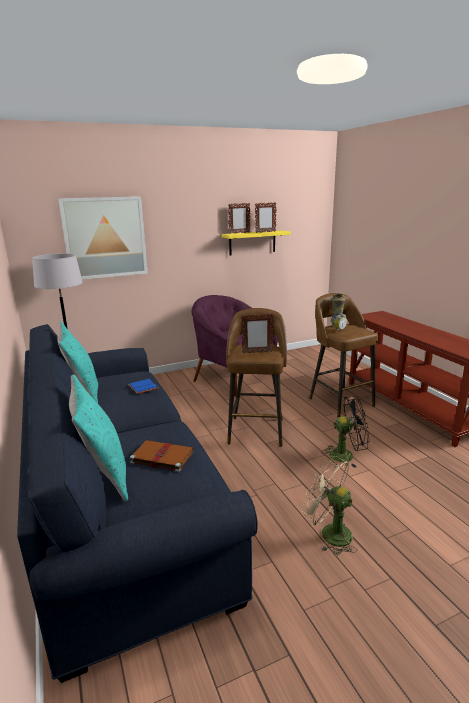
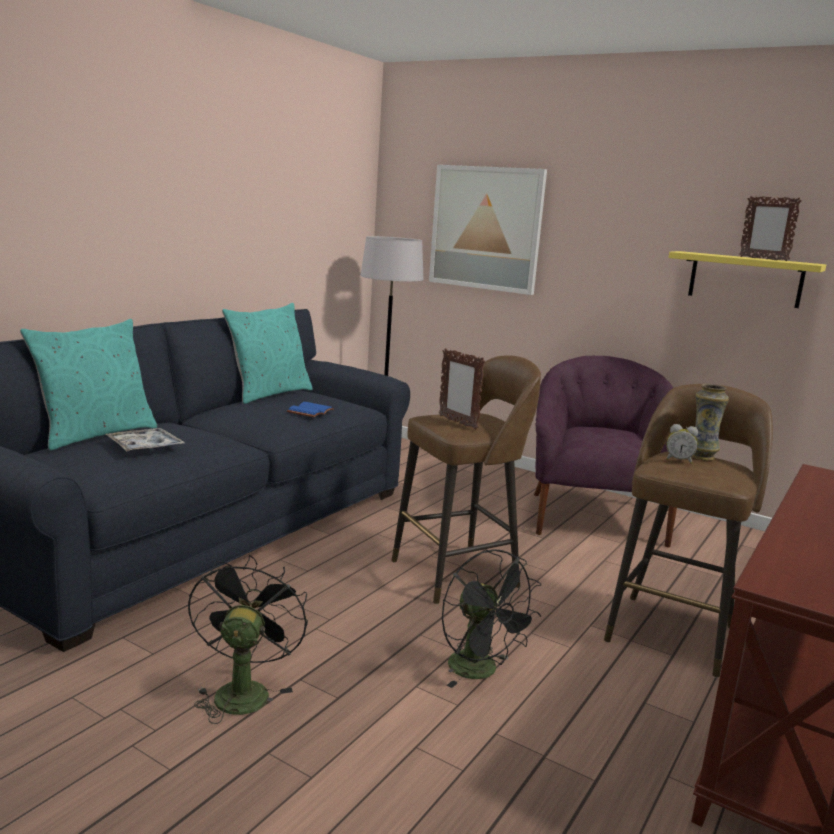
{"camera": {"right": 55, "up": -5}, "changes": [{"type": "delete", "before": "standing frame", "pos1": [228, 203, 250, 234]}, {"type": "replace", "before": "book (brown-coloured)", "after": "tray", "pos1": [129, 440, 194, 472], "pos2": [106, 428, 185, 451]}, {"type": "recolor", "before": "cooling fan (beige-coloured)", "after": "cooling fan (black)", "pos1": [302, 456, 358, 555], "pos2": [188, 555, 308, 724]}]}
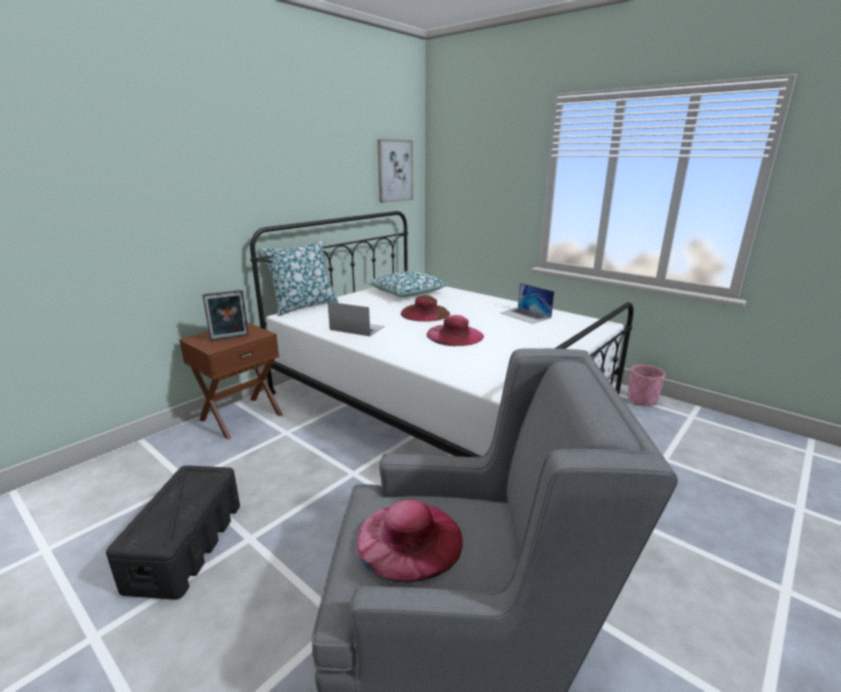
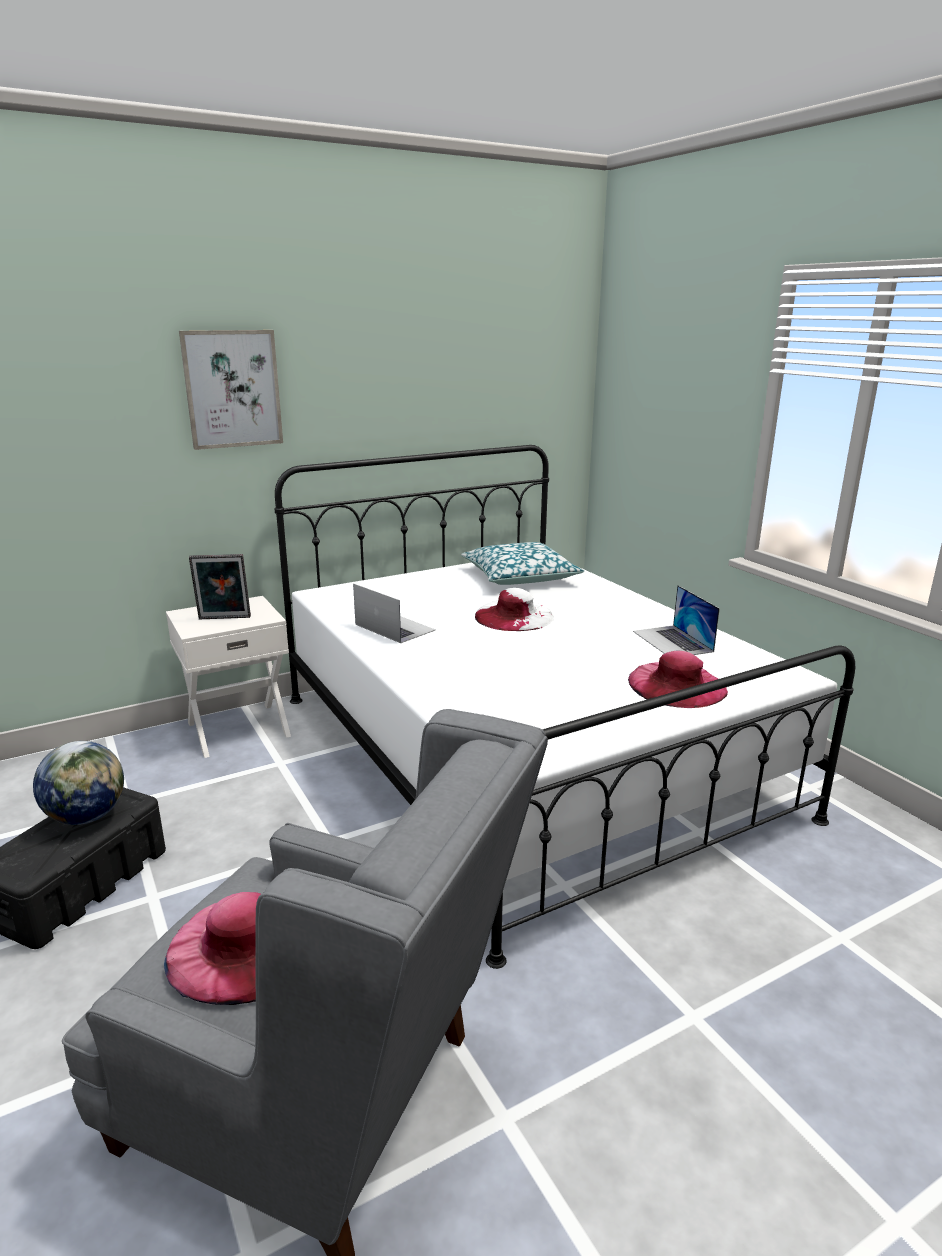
{"camera": {"right": 20, "up": 0}, "changes": [{"type": "delete", "before": "cushion", "pos1": [260, 240, 339, 316]}, {"type": "delete", "before": "flower pot (pink)", "pos1": [628, 365, 665, 406]}, {"type": "insert", "after": "world globe", "pos2": [33, 741, 124, 825]}, {"type": "move", "before": "picture", "pos1": [377, 139, 413, 203], "pos2": [179, 330, 283, 450]}, {"type": "move", "before": "clothing hat (pink)", "pos1": [427, 315, 484, 346], "pos2": [628, 651, 728, 708]}, {"type": "recolor", "before": "night table (brown-coloured)", "after": "night table (white)", "pos1": [179, 322, 283, 440], "pos2": [166, 596, 291, 758]}, {"type": "recolor", "before": "clothing hat (brown-coloured)", "after": "clothing hat (white)", "pos1": [401, 295, 450, 322], "pos2": [475, 588, 554, 631]}]}
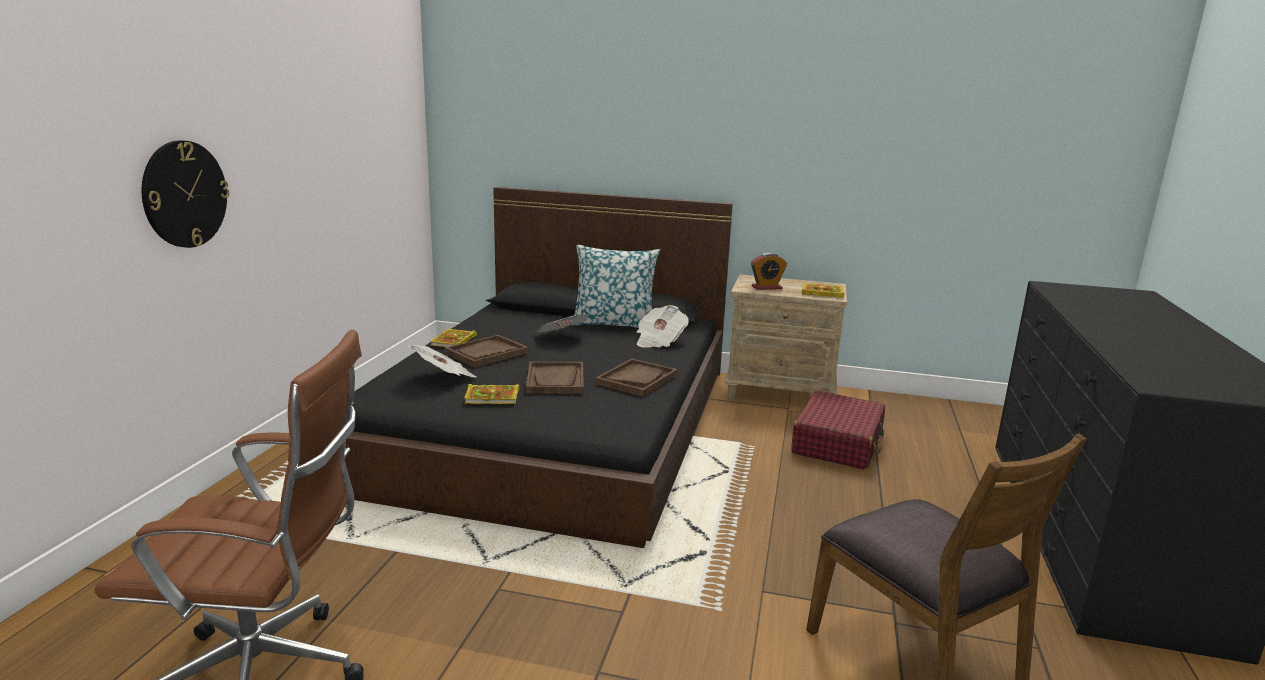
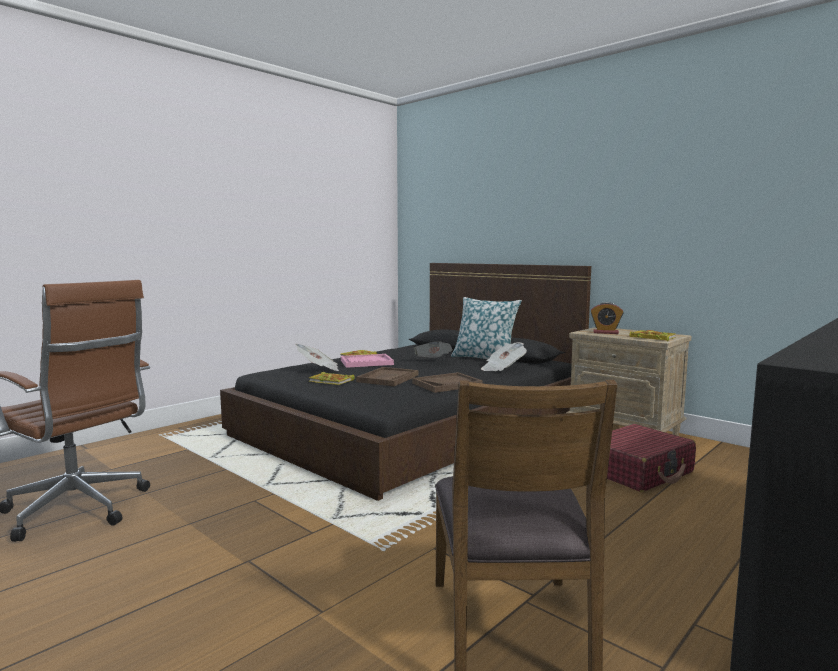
{"camera": {"right": 30, "up": -10}, "changes": [{"type": "delete", "before": "wall clock", "pos1": [142, 140, 229, 248]}, {"type": "recolor", "before": "tray (brown-coloured)", "after": "tray (pink)", "pos1": [445, 335, 528, 368], "pos2": [341, 354, 394, 368]}]}
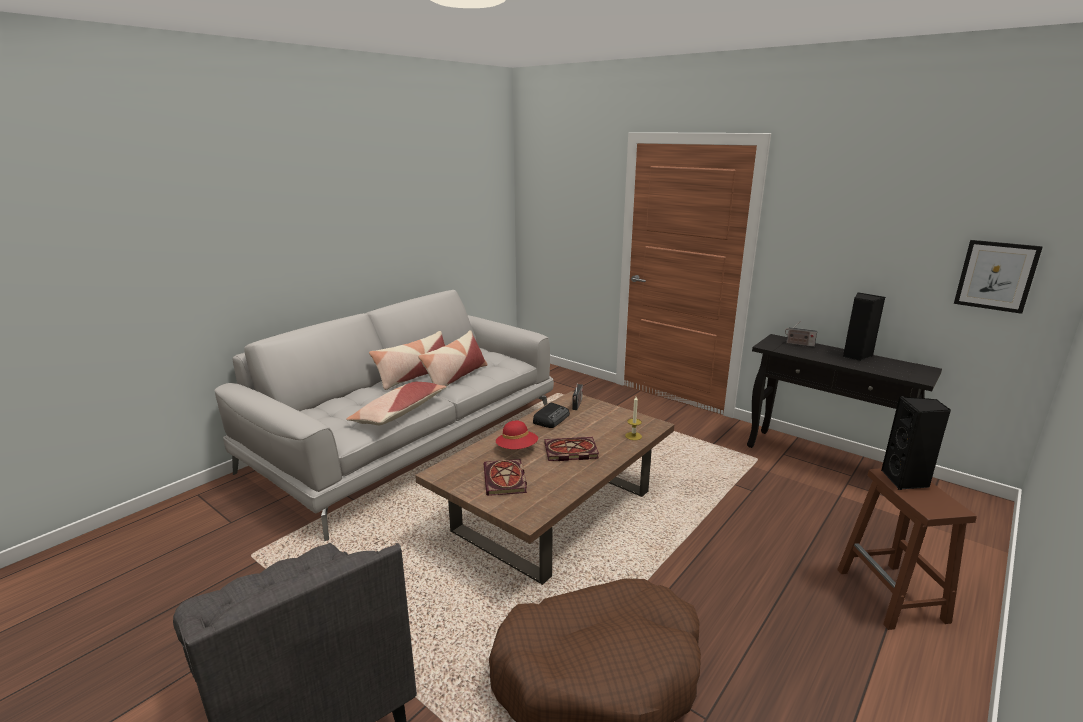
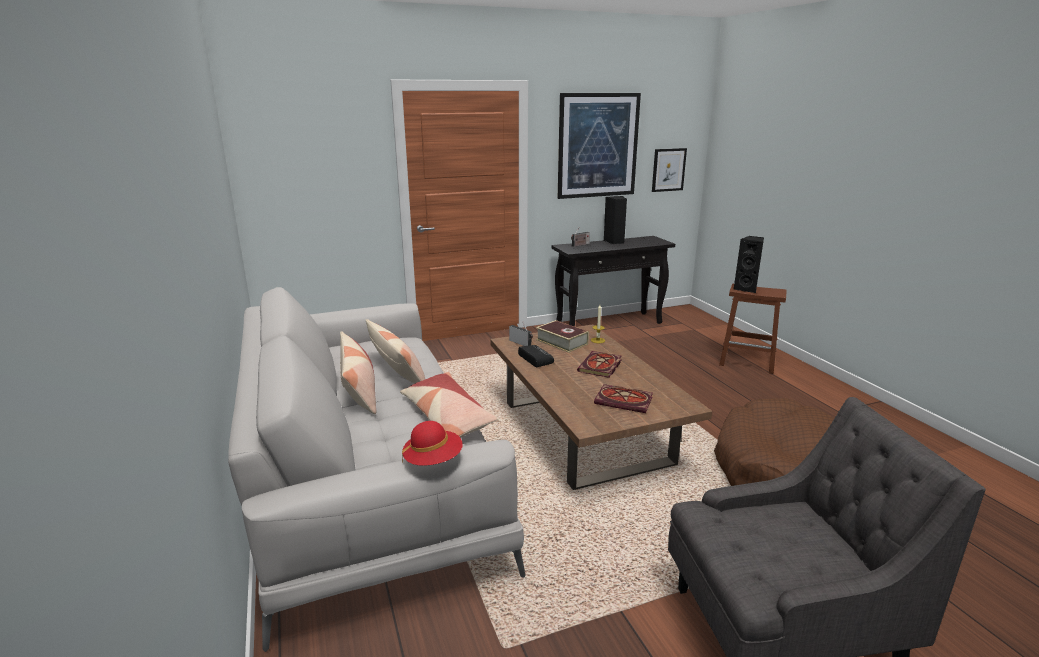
{"camera": {"right": -60, "up": 0}, "changes": [{"type": "insert", "after": "book", "pos2": [536, 320, 589, 353]}, {"type": "insert", "after": "picture", "pos2": [558, 93, 641, 199]}, {"type": "move", "before": "clothing hat (red)", "pos1": [496, 421, 538, 449], "pos2": [402, 421, 463, 466]}]}
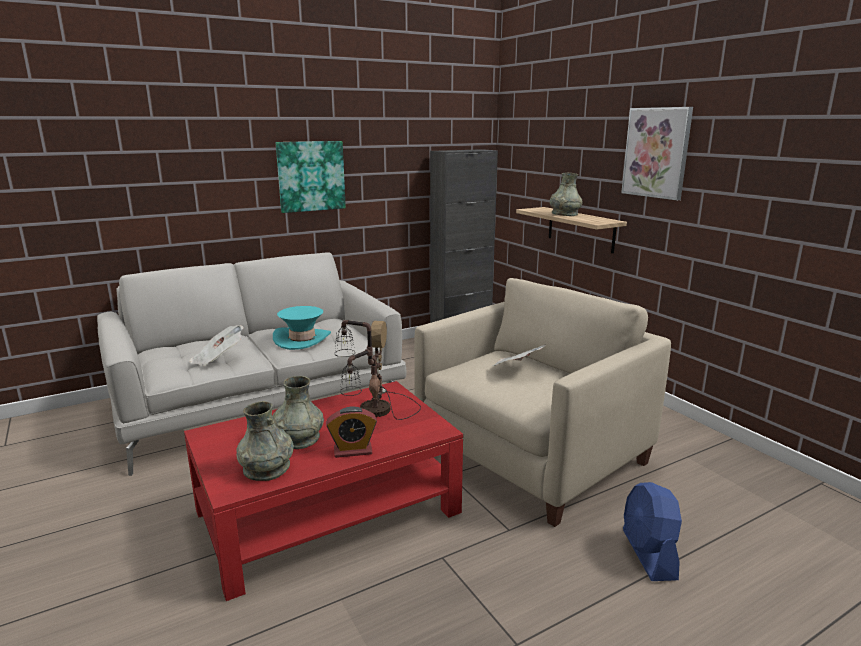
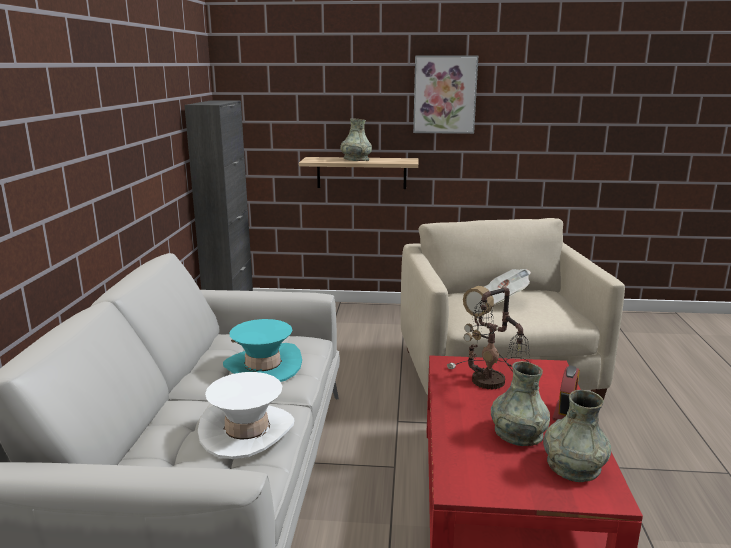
{"camera": {"right": -55, "up": 0}, "changes": [{"type": "delete", "before": "picture", "pos1": [276, 141, 346, 213]}, {"type": "delete", "before": "cooling fan (blue-coloured)", "pos1": [623, 482, 682, 581]}, {"type": "replace", "before": "newspaper", "after": "clothing hat (white)", "pos1": [189, 325, 244, 366], "pos2": [198, 372, 295, 459]}]}
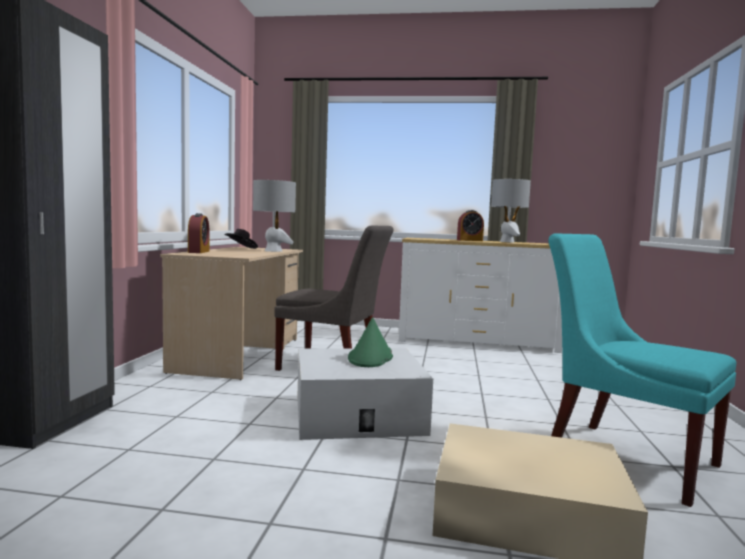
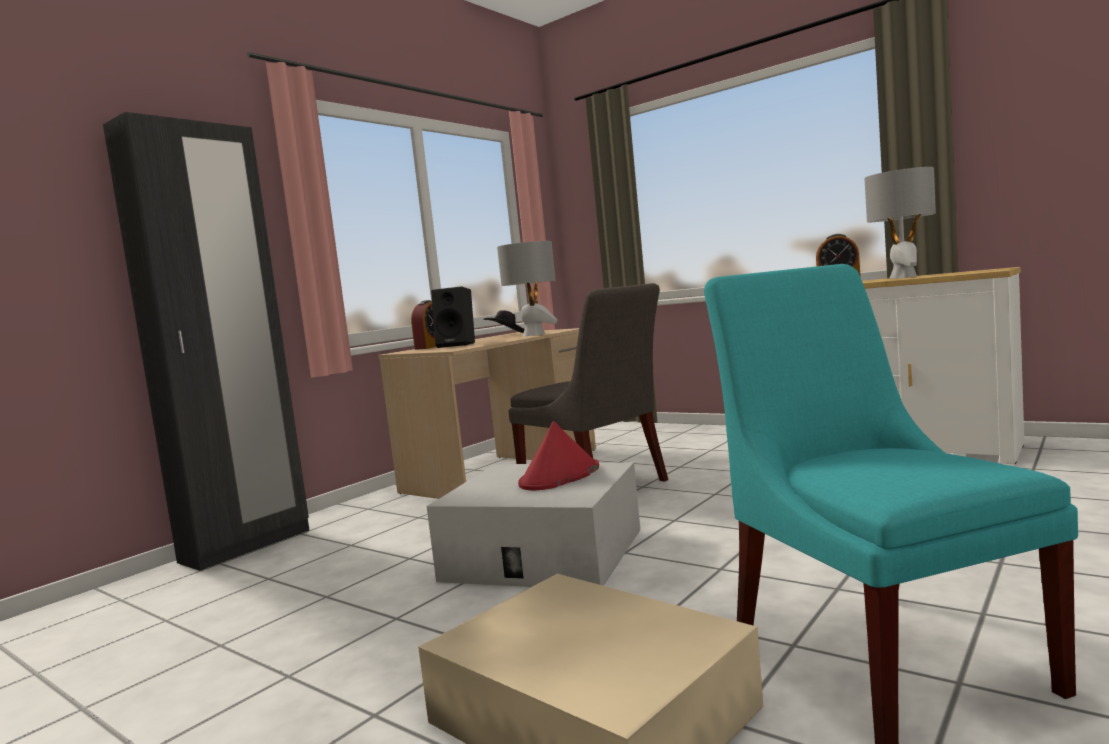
{"camera": {"right": 30, "up": 0}, "changes": [{"type": "insert", "after": "speaker (black)", "pos2": [431, 286, 475, 348]}, {"type": "recolor", "before": "clothing hat (green-coloured)", "after": "clothing hat (red)", "pos1": [348, 318, 393, 367], "pos2": [518, 421, 599, 490]}]}
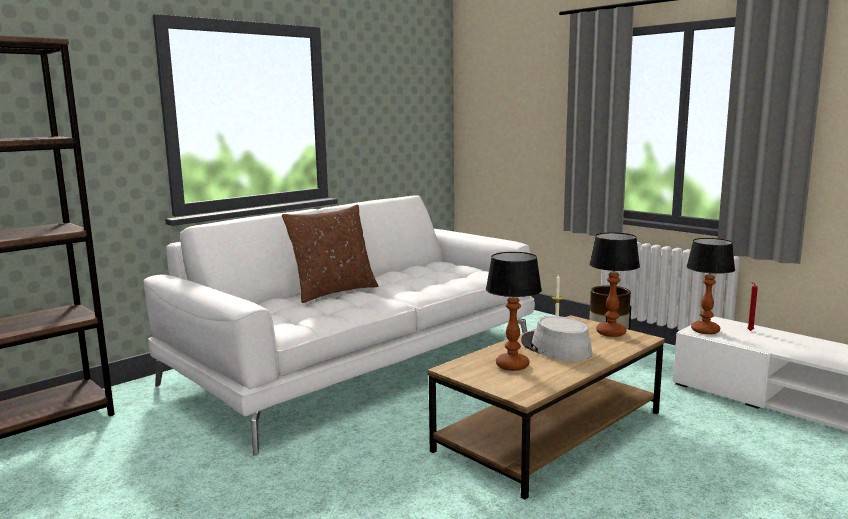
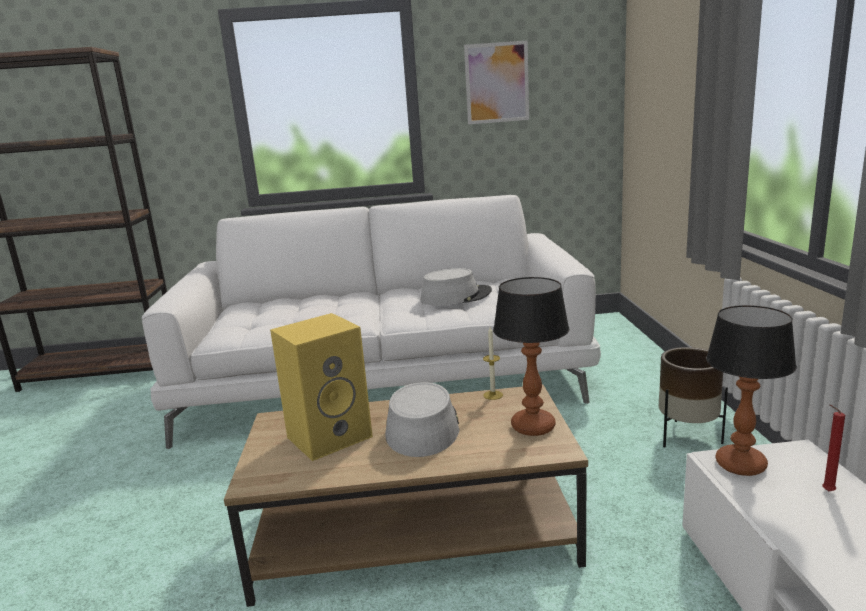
{"camera": {"right": 40, "up": 5}, "changes": [{"type": "delete", "before": "cushion (brown-coloured)", "pos1": [282, 205, 378, 303]}, {"type": "insert", "after": "clothing hat (grey)", "pos2": [421, 268, 492, 306]}, {"type": "insert", "after": "picture", "pos2": [464, 40, 529, 124]}, {"type": "replace", "before": "lamp for a table", "after": "speaker (yellowish)", "pos1": [486, 252, 542, 371], "pos2": [270, 313, 373, 461]}]}
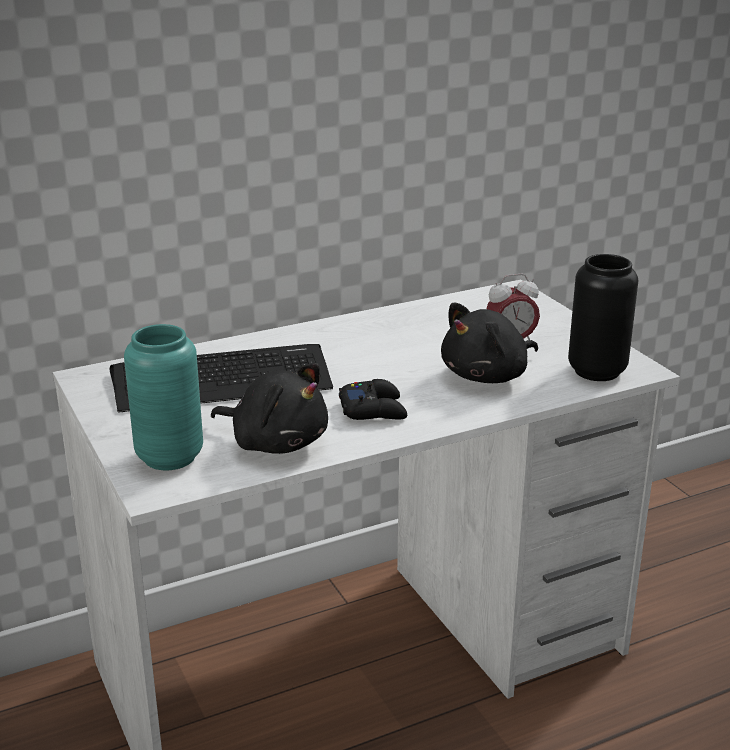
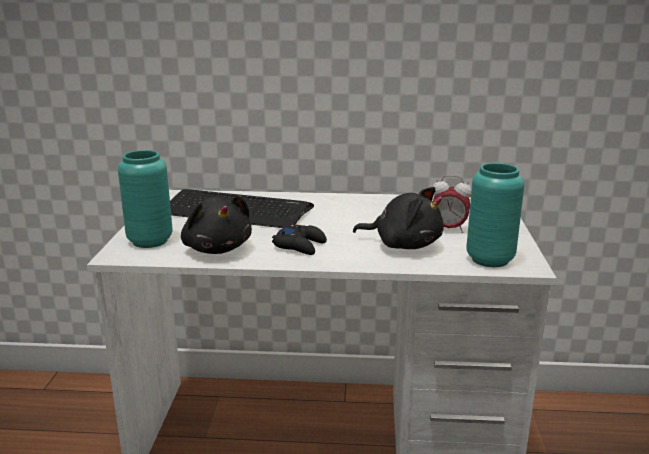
{"camera": {"right": 30, "up": -5}, "changes": [{"type": "recolor", "before": "flower vase (black)", "after": "flower vase (blue-green)", "pos1": [568, 254, 638, 381], "pos2": [466, 163, 525, 267]}, {"type": "rotate", "before": "soft toy (black)", "pos1": [441, 302, 538, 383], "pos2": [353, 187, 444, 249], "turn": -150}]}
